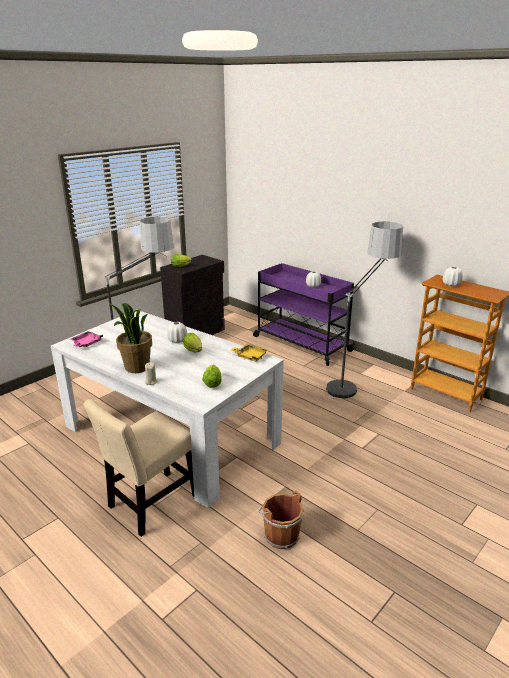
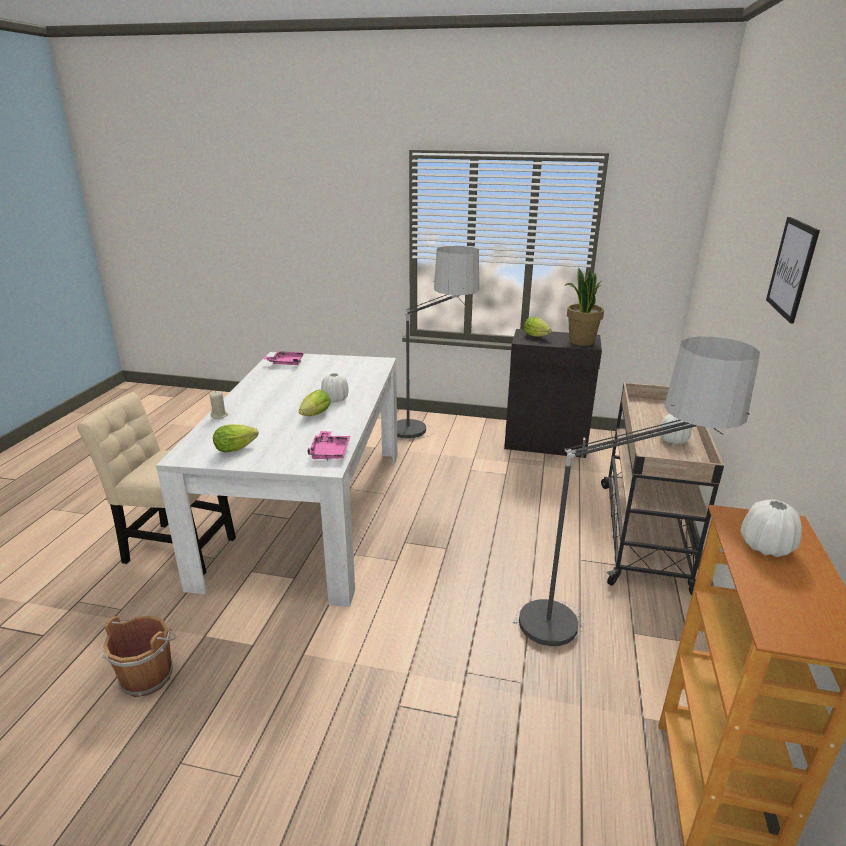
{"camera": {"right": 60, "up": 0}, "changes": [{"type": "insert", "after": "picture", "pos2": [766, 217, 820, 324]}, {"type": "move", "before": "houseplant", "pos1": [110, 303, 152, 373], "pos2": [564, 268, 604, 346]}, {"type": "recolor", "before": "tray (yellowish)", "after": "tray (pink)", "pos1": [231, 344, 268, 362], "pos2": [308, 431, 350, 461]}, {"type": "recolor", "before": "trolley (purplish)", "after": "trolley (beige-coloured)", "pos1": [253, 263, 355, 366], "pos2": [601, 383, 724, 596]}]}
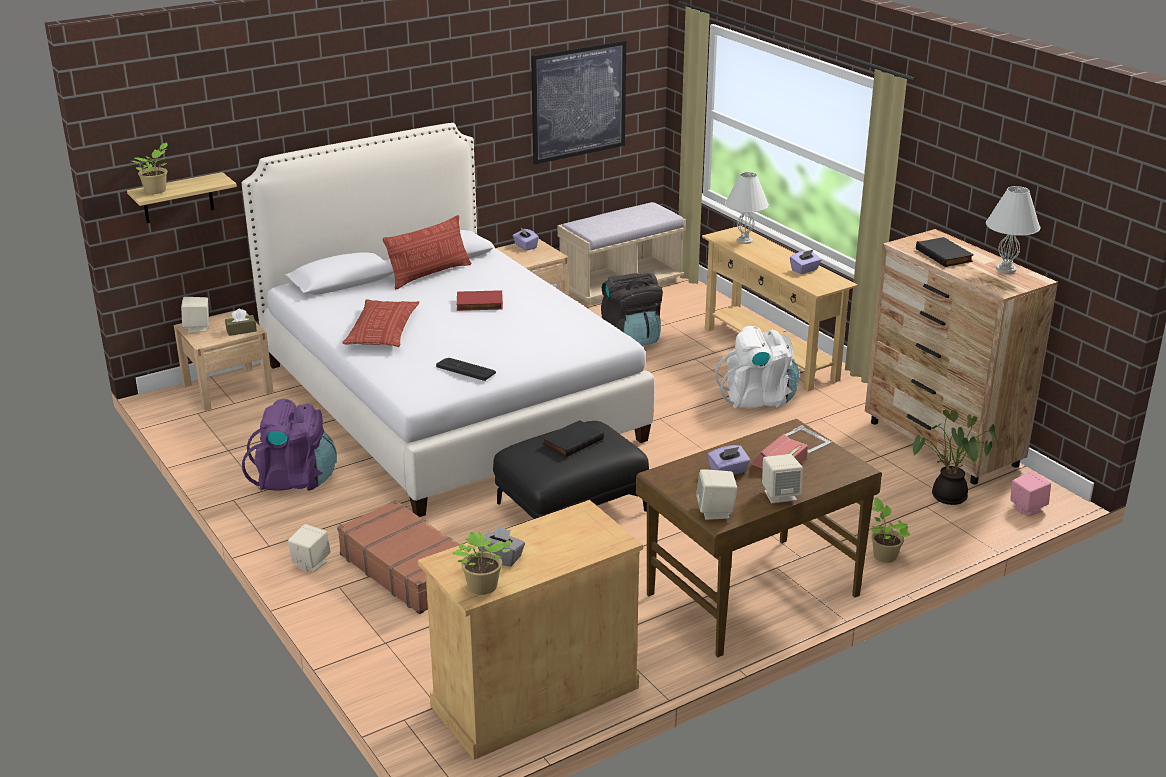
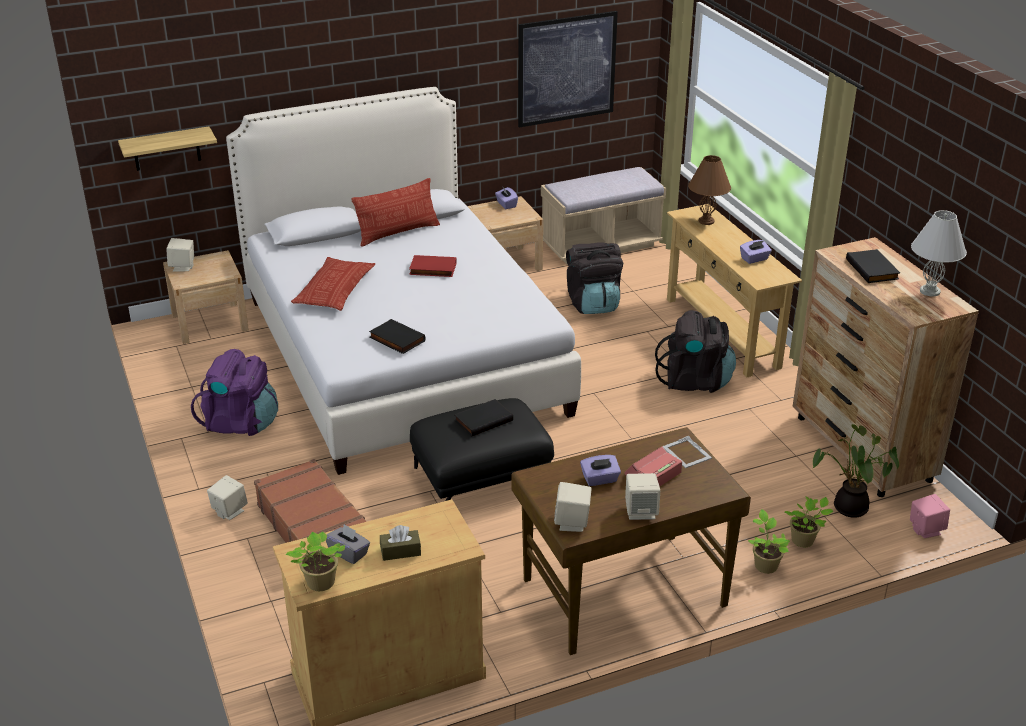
{"camera": {"right": 10, "up": 5}, "changes": [{"type": "move", "before": "houseplant", "pos1": [132, 143, 168, 194], "pos2": [784, 496, 834, 547]}, {"type": "move", "before": "box of tissues (brown-coloured)", "pos1": [225, 309, 257, 336], "pos2": [380, 525, 421, 561]}, {"type": "replace", "before": "PC keyboard", "after": "book (black)", "pos1": [436, 358, 496, 381], "pos2": [369, 319, 425, 354]}, {"type": "recolor", "before": "backpack (white)", "after": "backpack (black)", "pos1": [715, 326, 799, 408], "pos2": [655, 310, 736, 393]}, {"type": "recolor", "before": "lamp for a table (white)", "after": "lamp for a table (brown-coloured)", "pos1": [725, 172, 769, 244], "pos2": [688, 155, 731, 225]}]}
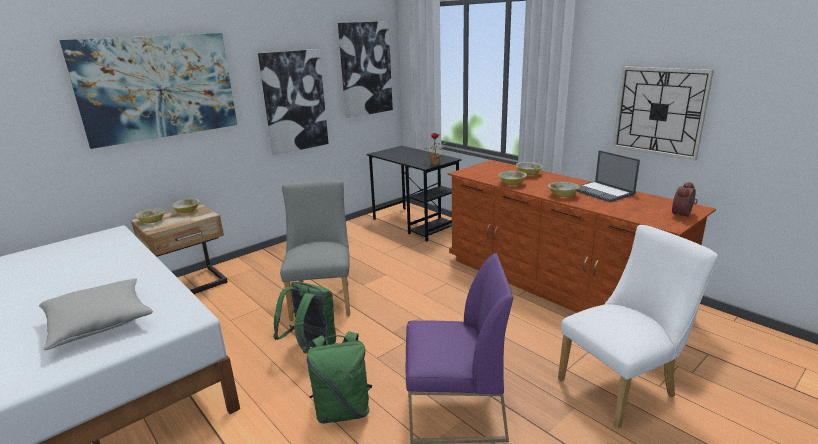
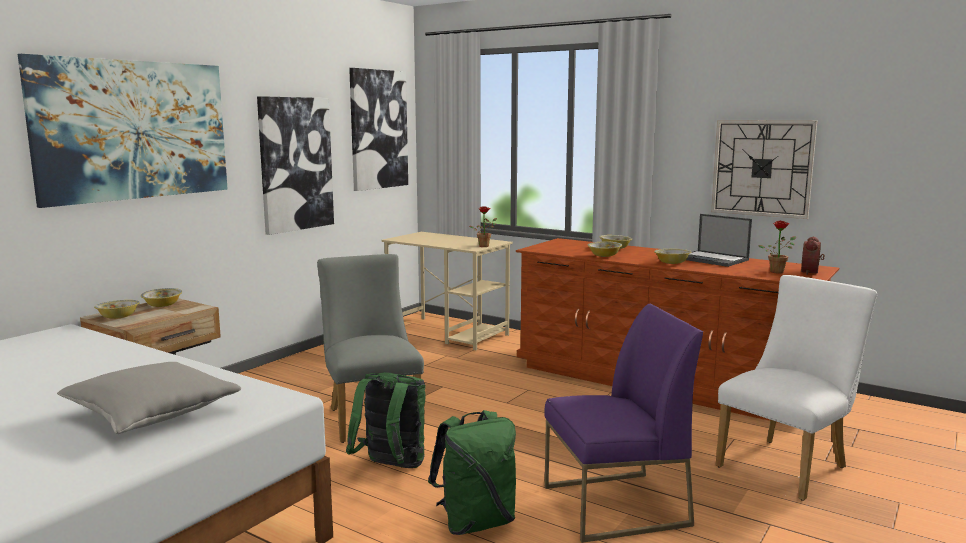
{"camera": {"right": -15, "up": -10}, "changes": [{"type": "insert", "after": "houseplant", "pos2": [758, 221, 796, 274]}, {"type": "recolor", "before": "desk table (black)", "after": "desk table (beige-coloured)", "pos1": [367, 146, 461, 241], "pos2": [381, 232, 513, 350]}]}
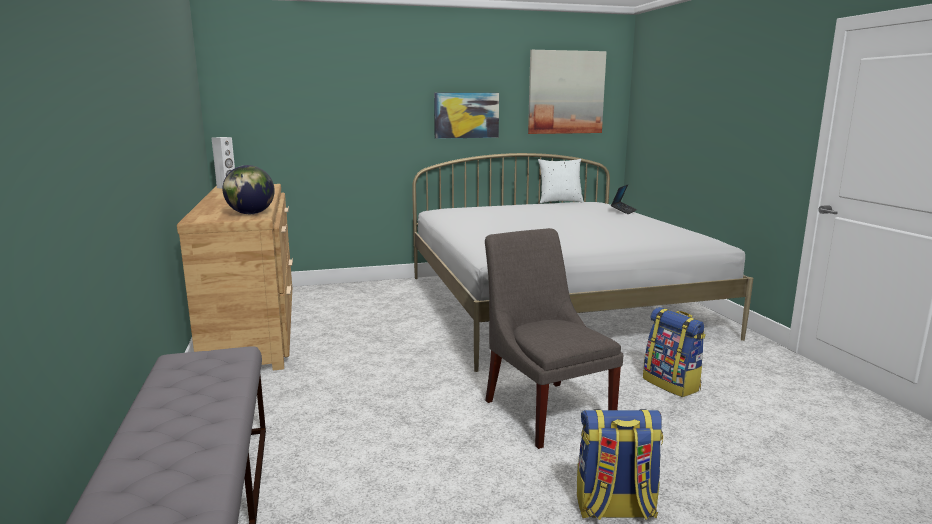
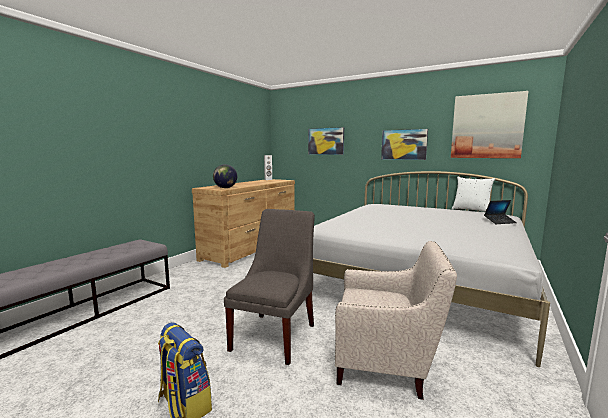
{"camera": {"right": 45, "up": -5}, "changes": [{"type": "insert", "after": "picture", "pos2": [308, 127, 344, 155]}, {"type": "replace", "before": "backpack", "after": "lounge chair (beige-coloured)", "pos1": [643, 307, 706, 397], "pos2": [335, 241, 457, 400]}]}
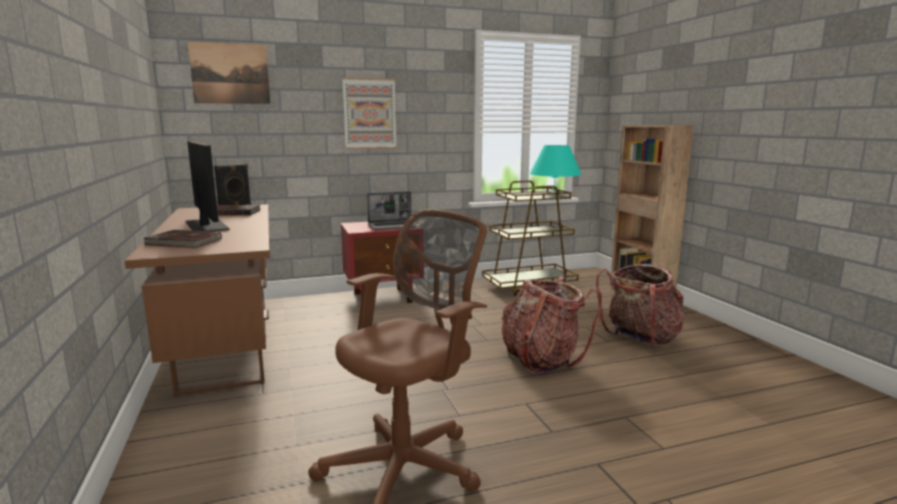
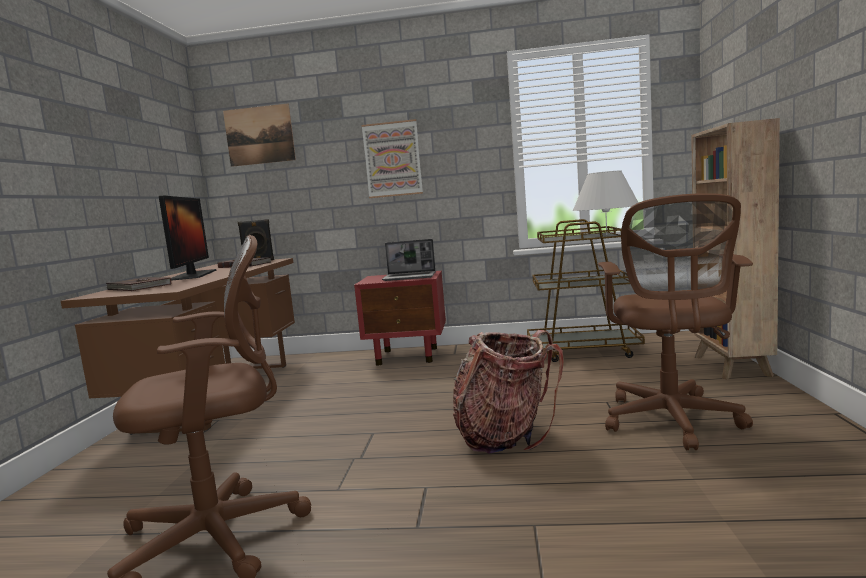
{"camera": {"right": 25, "up": -5}, "changes": [{"type": "replace", "before": "backpack", "after": "office chair (brown-coloured)", "pos1": [596, 263, 684, 345], "pos2": [598, 193, 753, 450]}, {"type": "recolor", "before": "lamp for a table (blue-green)", "after": "lamp for a table (white)", "pos1": [530, 145, 582, 196], "pos2": [573, 170, 639, 235]}]}
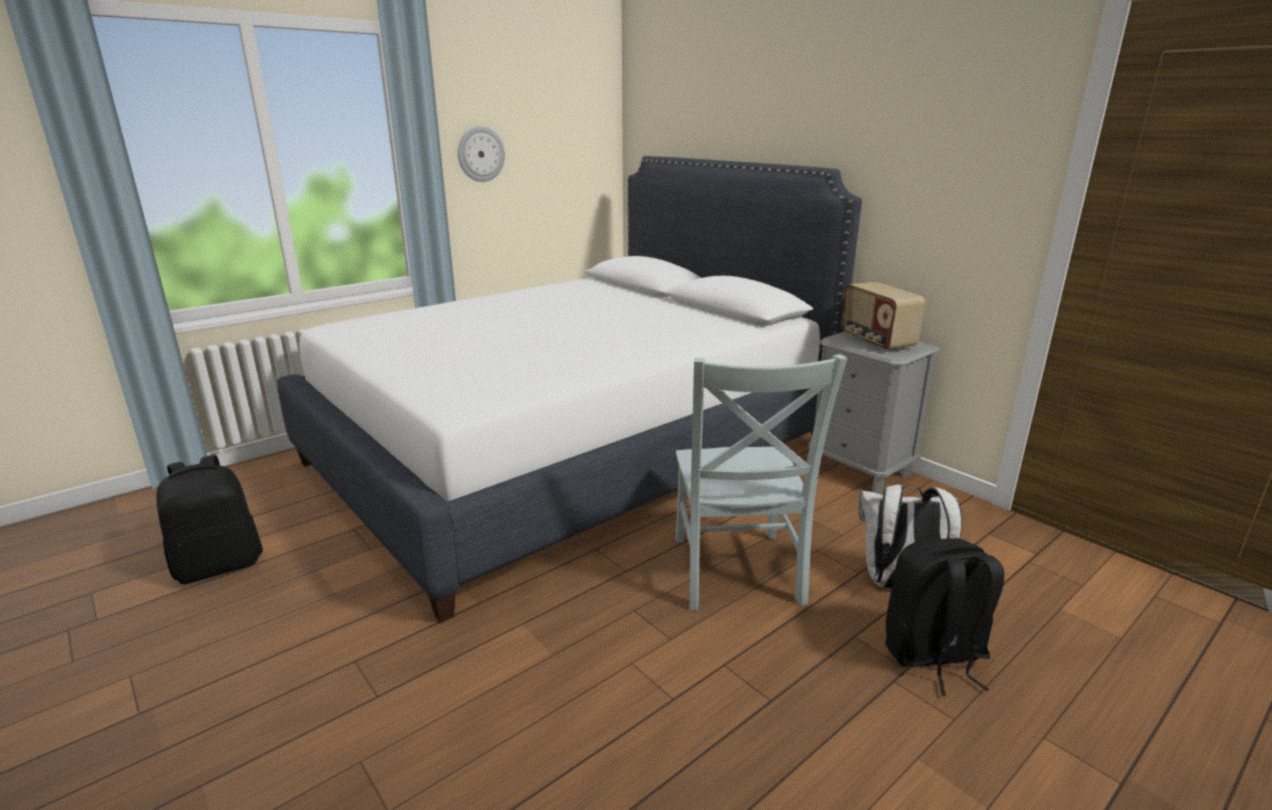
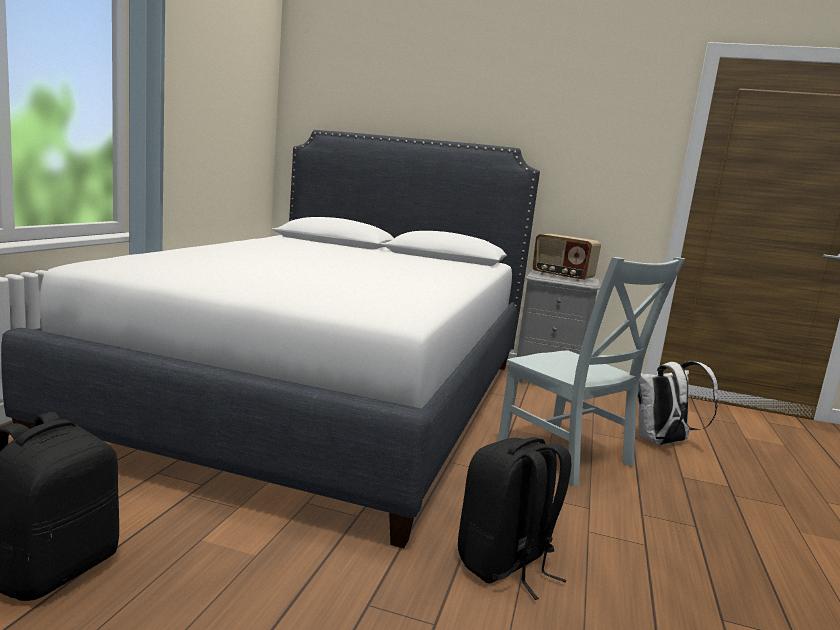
{"camera": {"right": -35, "up": -10}, "changes": [{"type": "delete", "before": "wall clock", "pos1": [458, 126, 505, 182]}, {"type": "move", "before": "backpack (black)", "pos1": [885, 538, 1004, 696], "pos2": [458, 437, 572, 600]}]}
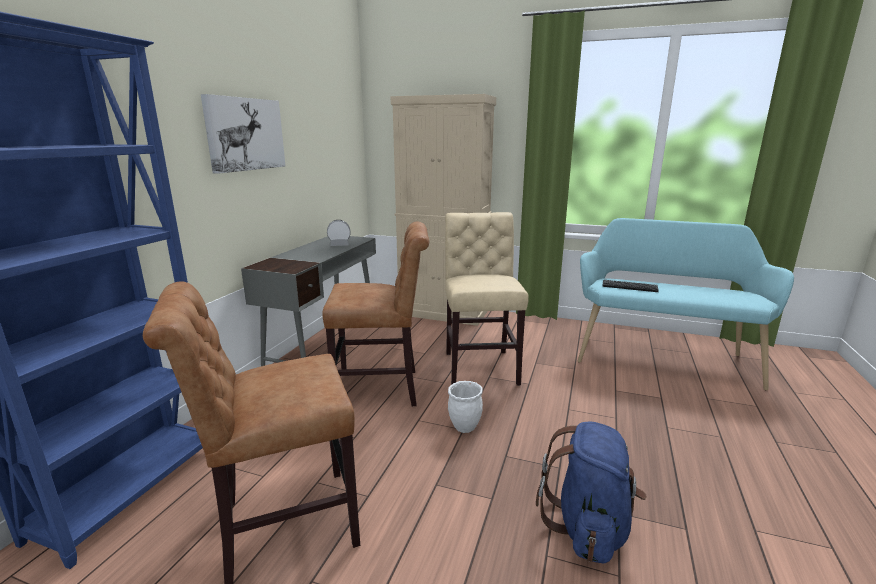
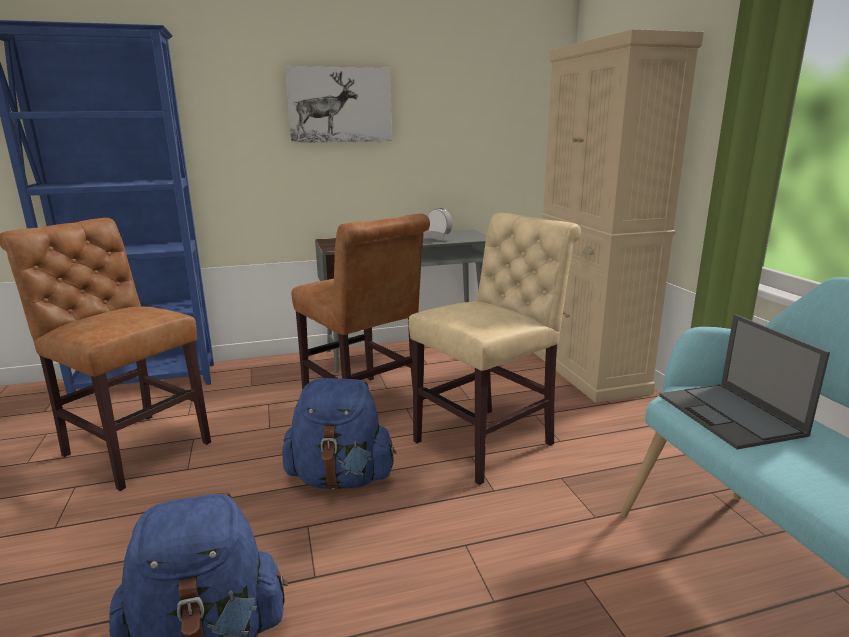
{"camera": {"right": 55, "up": 0}, "changes": [{"type": "replace", "before": "flower pot (white)", "after": "backpack (blue-coloured)", "pos1": [448, 381, 483, 433], "pos2": [282, 378, 396, 490]}, {"type": "replace", "before": "PC keyboard", "after": "laptop", "pos1": [602, 280, 659, 292], "pos2": [659, 314, 830, 449]}]}
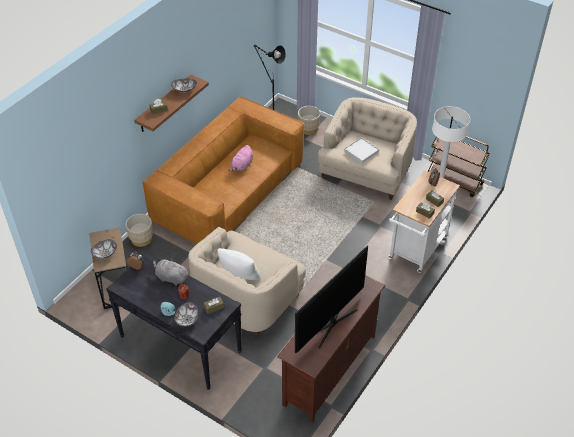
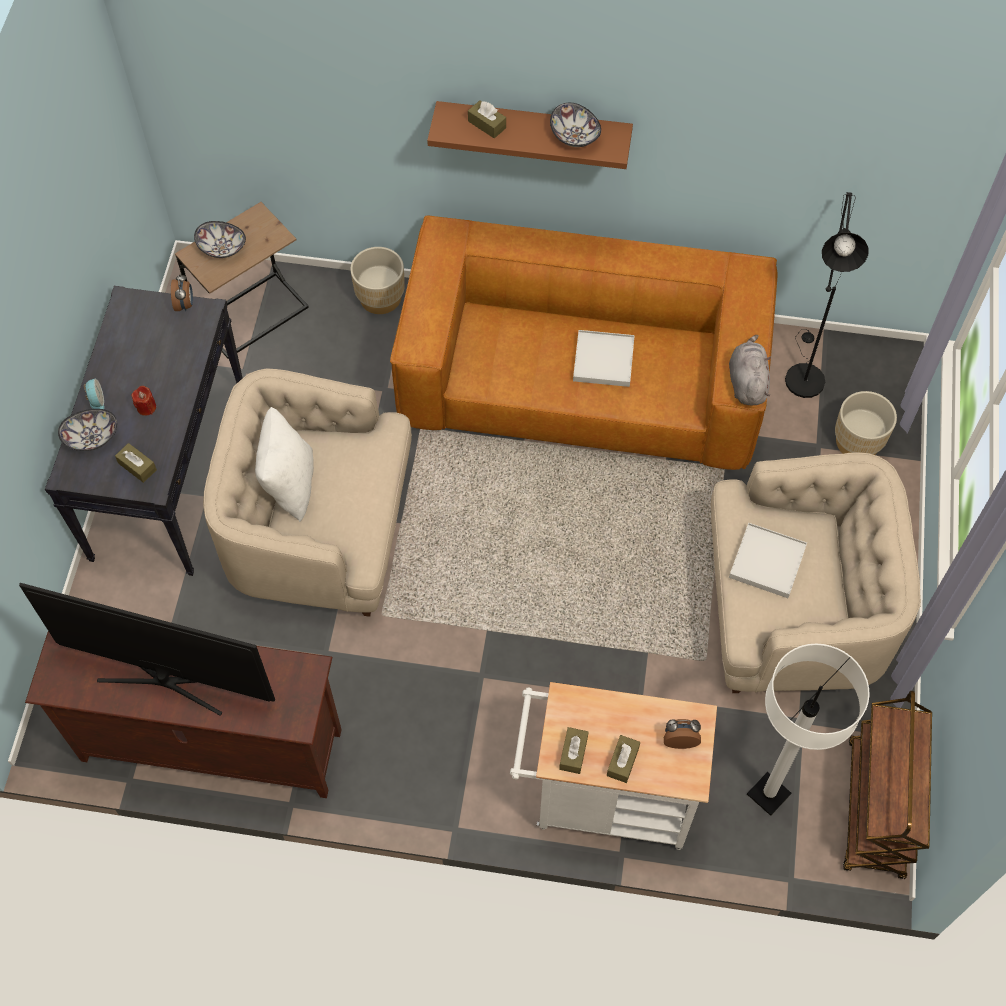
{"camera": {"right": 65, "up": 15}, "changes": [{"type": "move", "before": "soft toy (grey)", "pos1": [153, 258, 189, 286], "pos2": [729, 335, 771, 405]}, {"type": "replace", "before": "soft toy (pink)", "after": "tray (white)", "pos1": [228, 145, 253, 171], "pos2": [573, 330, 635, 387]}]}
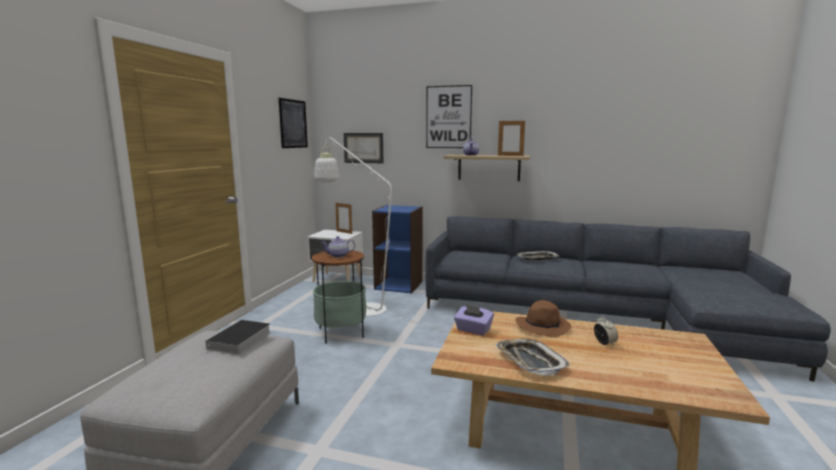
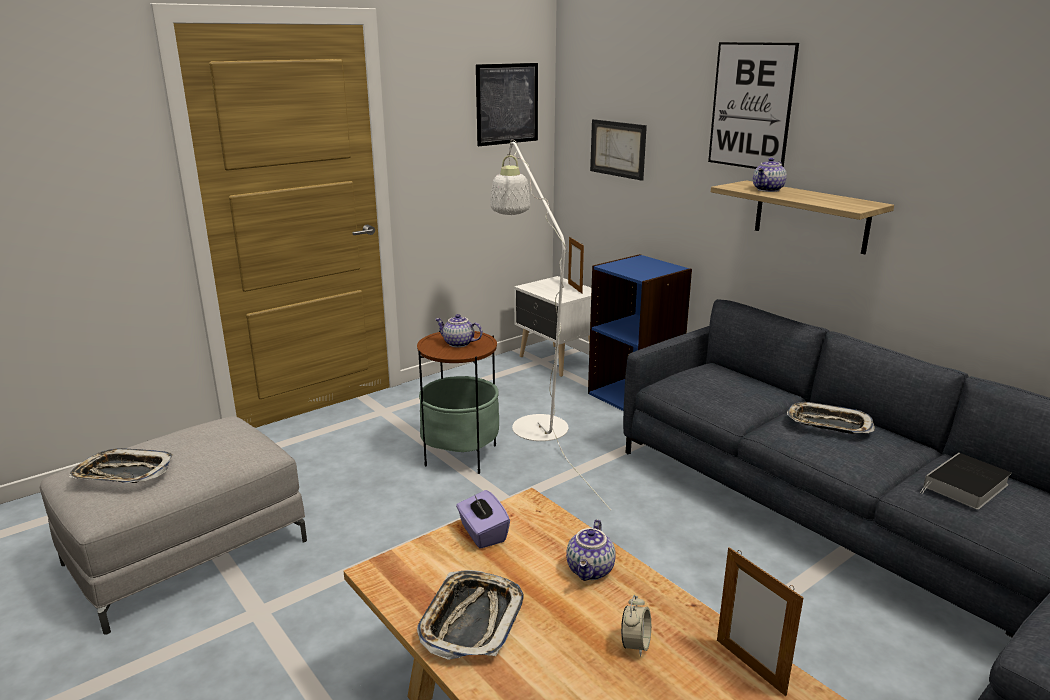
{"camera": {"right": 35, "up": 10}, "changes": [{"type": "insert", "after": "tray", "pos2": [69, 448, 173, 483]}, {"type": "move", "before": "book", "pos1": [201, 320, 271, 355], "pos2": [920, 453, 1012, 510]}, {"type": "move", "before": "standing frame", "pos1": [498, 121, 525, 156], "pos2": [717, 547, 804, 696]}, {"type": "replace", "before": "clothing hat (brown-coloured)", "after": "pot for tea", "pos1": [515, 300, 571, 337], "pos2": [566, 519, 616, 581]}]}
